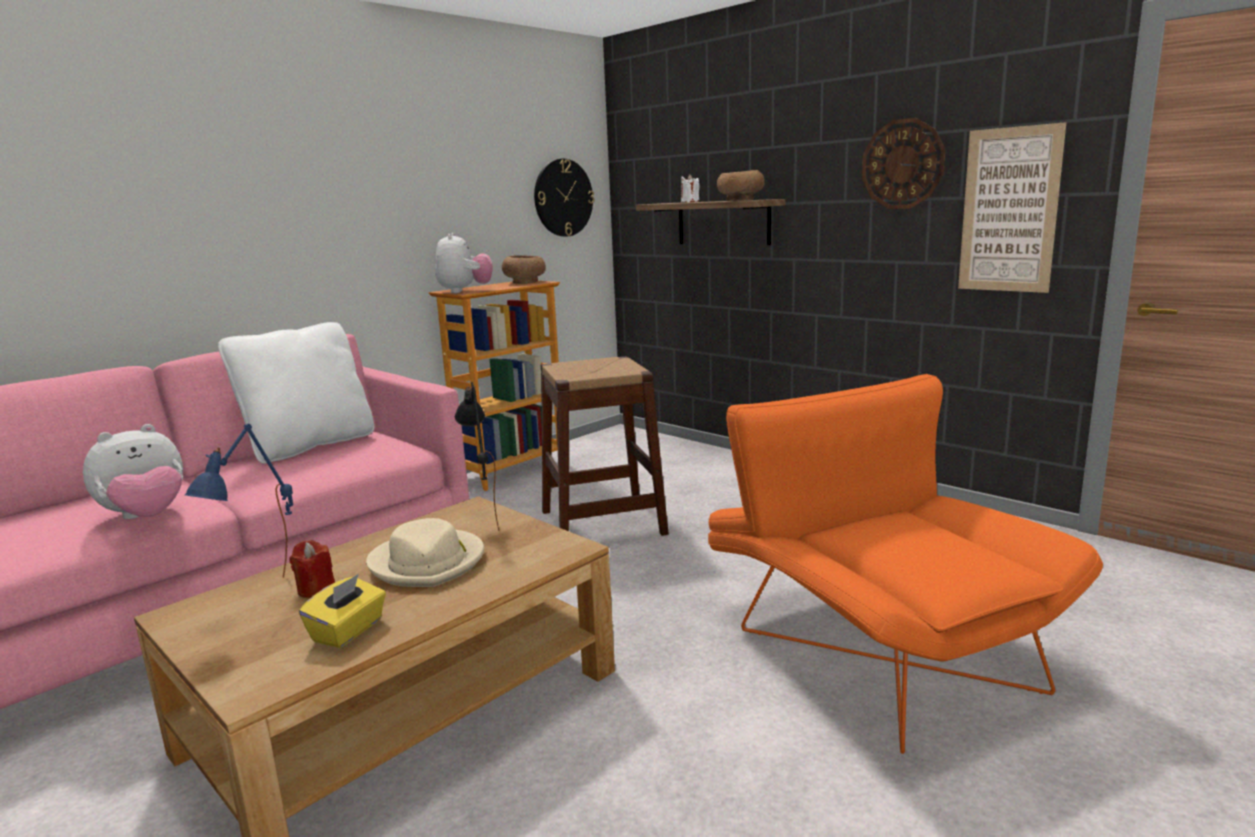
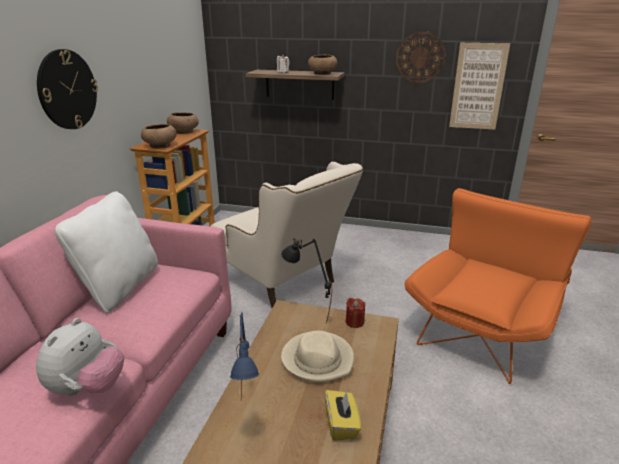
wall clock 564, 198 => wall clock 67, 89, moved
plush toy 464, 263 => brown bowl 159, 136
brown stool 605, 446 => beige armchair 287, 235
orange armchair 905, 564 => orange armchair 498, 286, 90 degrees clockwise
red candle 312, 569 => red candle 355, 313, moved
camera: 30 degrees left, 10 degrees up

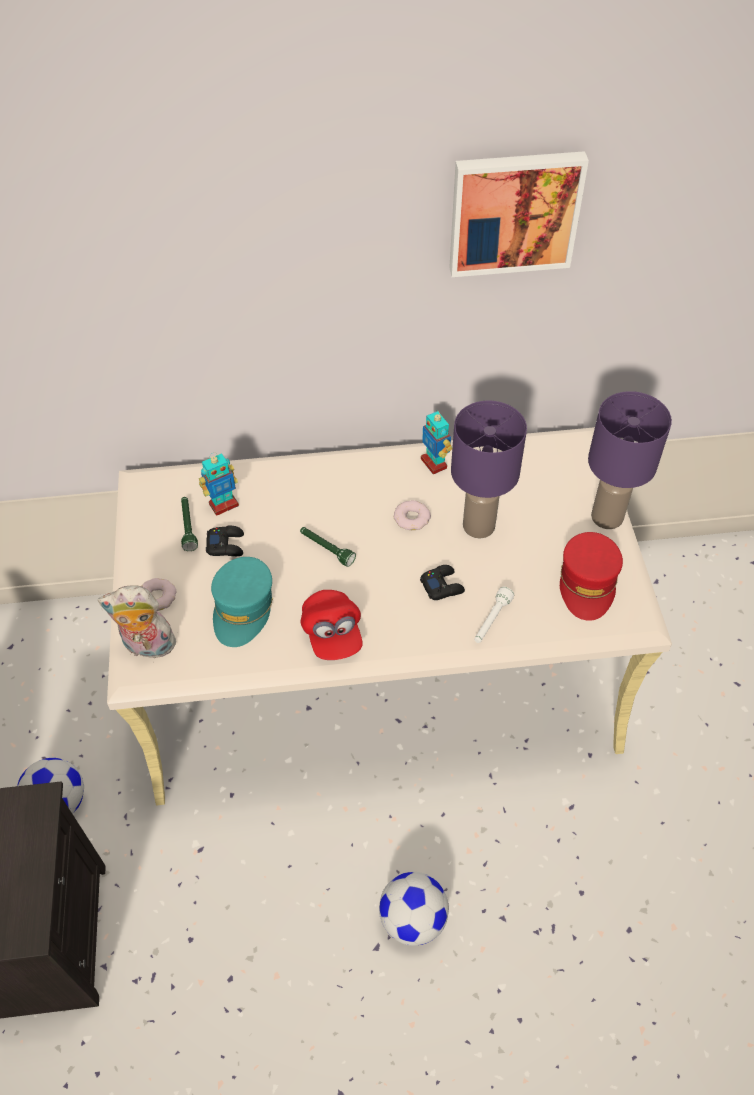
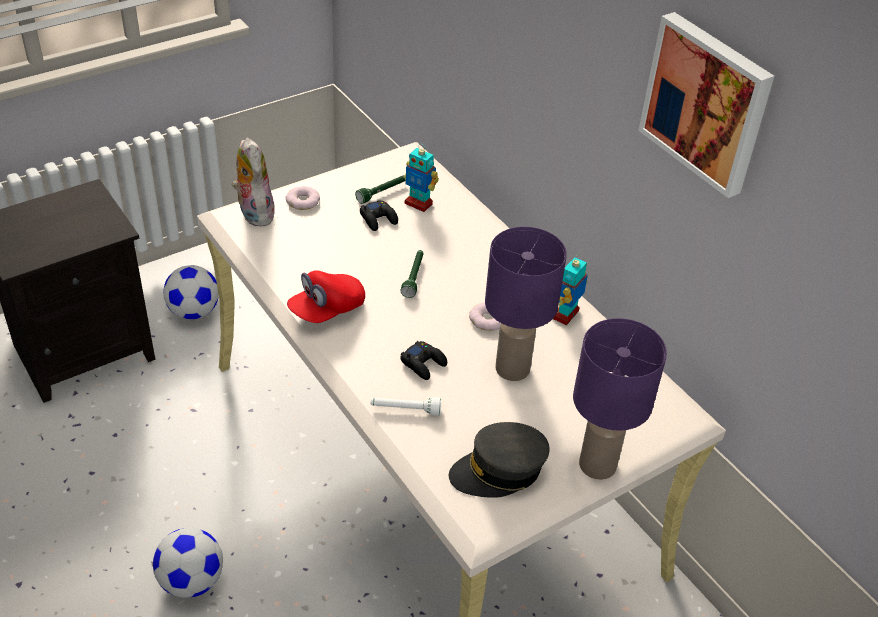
red cap 591, 576 => grey cap 499, 460
turquoise cap 242, 602 => nothing
camera: 60 degrees right, 10 degrees down

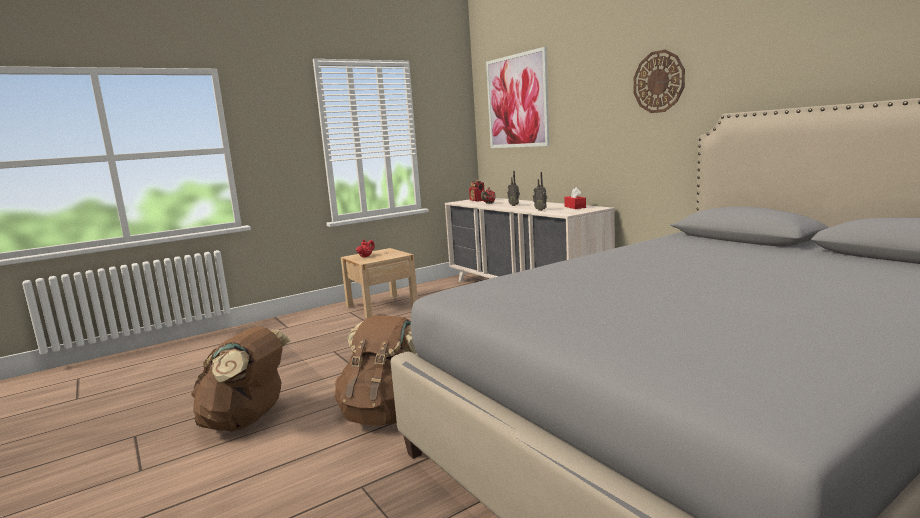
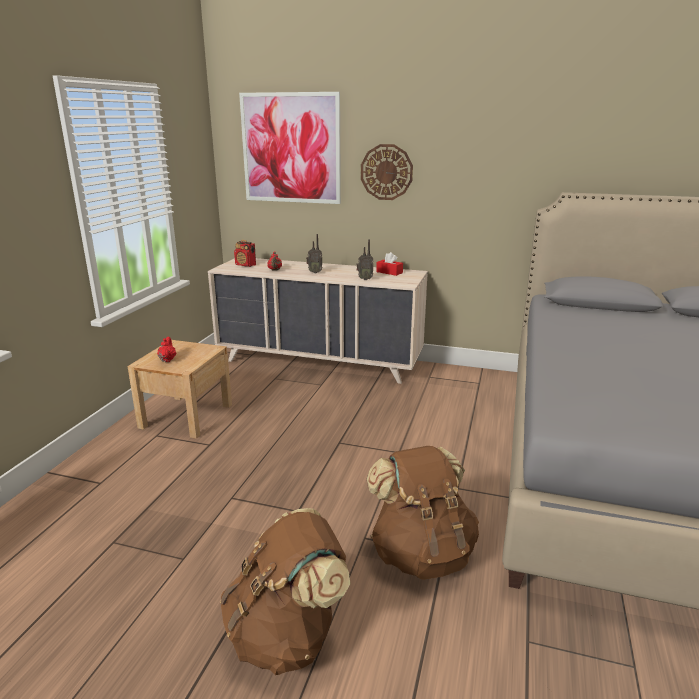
wall clock 659, 81 => wall clock 387, 172, moved
camera: 40 degrees left, 10 degrees up

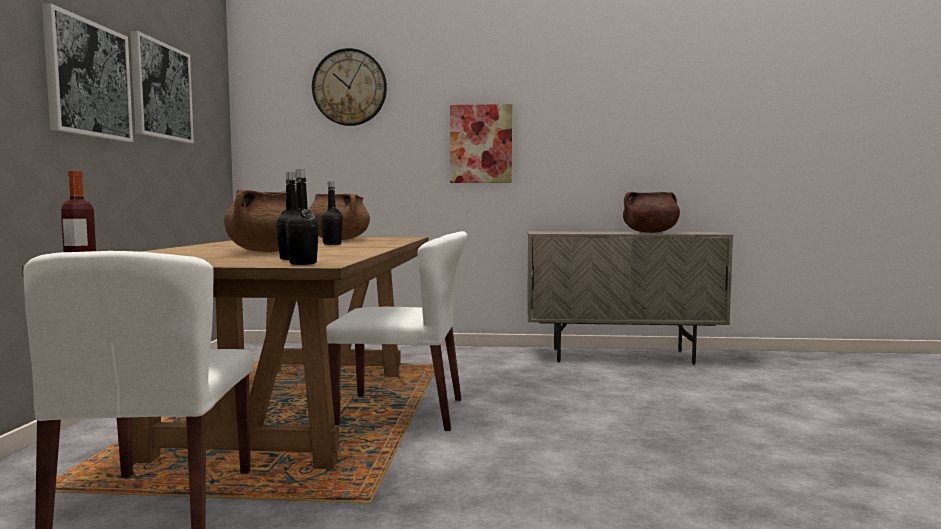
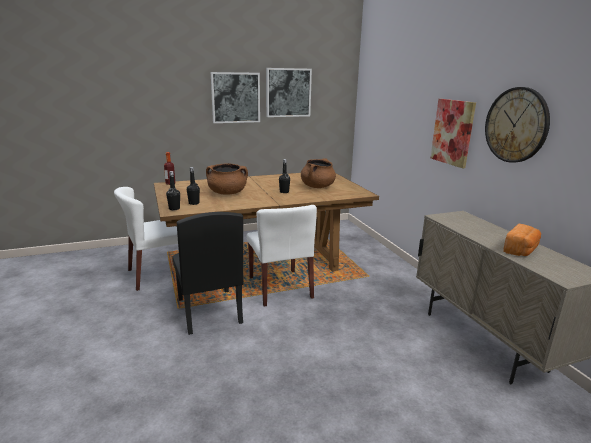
wall clock 349, 87 => wall clock 517, 125, moved
brown cooking pot 651, 212 => bread 522, 240
nothing => black chair 208, 273
camera: 65 degrees right, 15 degrees up

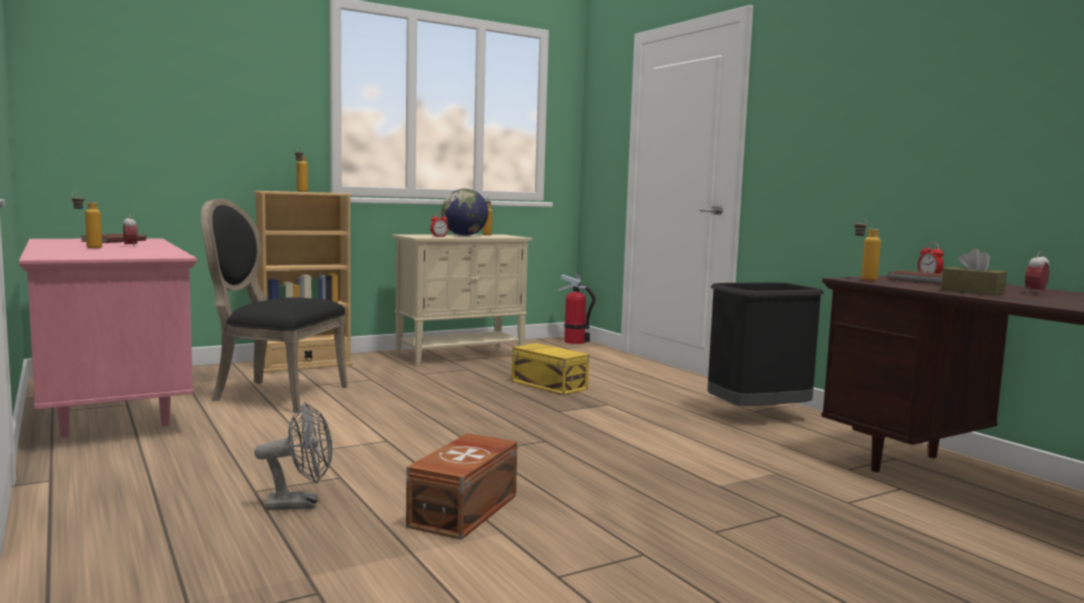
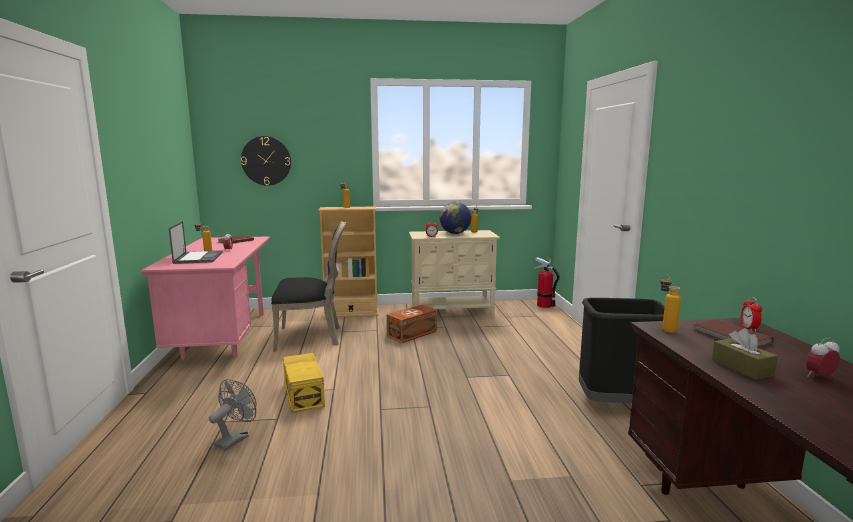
black chair 274, 305 => black chair 308, 286, 135 degrees clockwise
yellow storage box 550, 369 => yellow storage box 304, 383, moved
grey fan 293, 456 => grey fan 232, 415, 75 degrees counterclockwise
brown storage box 462, 486 => brown storage box 411, 324, moved
nothing => wall clock 266, 161
nothing => laptop 196, 242
camera: 25 degrees right, 5 degrees up

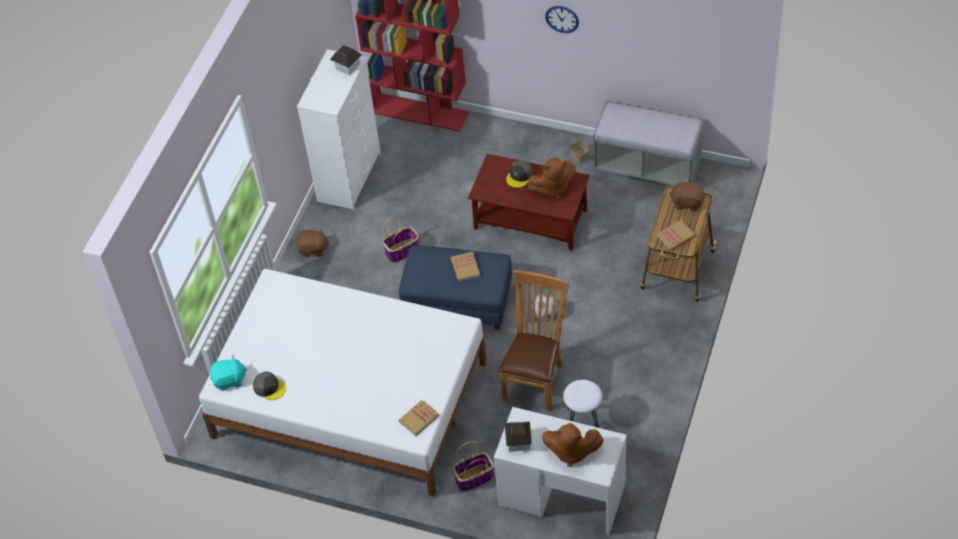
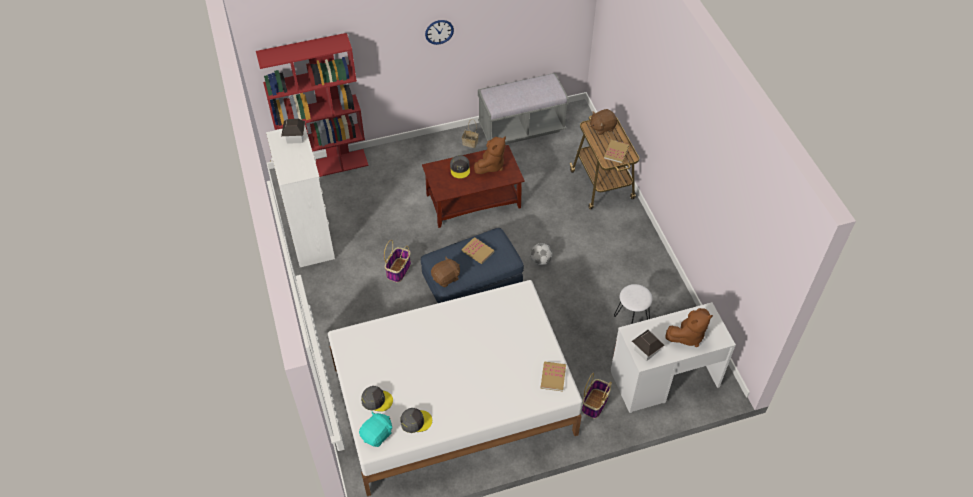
brown plush toy 313, 242 => brown plush toy 445, 272, moved
brown chair 534, 340 => nothing
nothing => grey cap 377, 399
camera: 40 degrees left, 0 degrees up

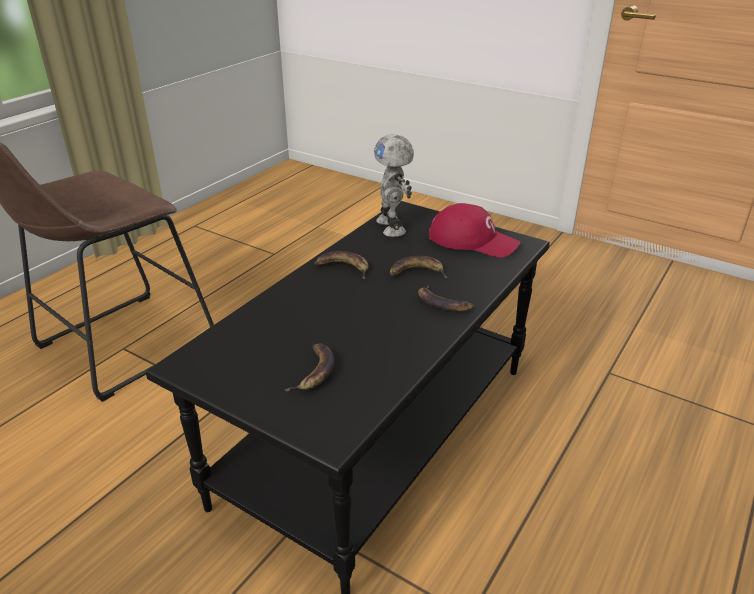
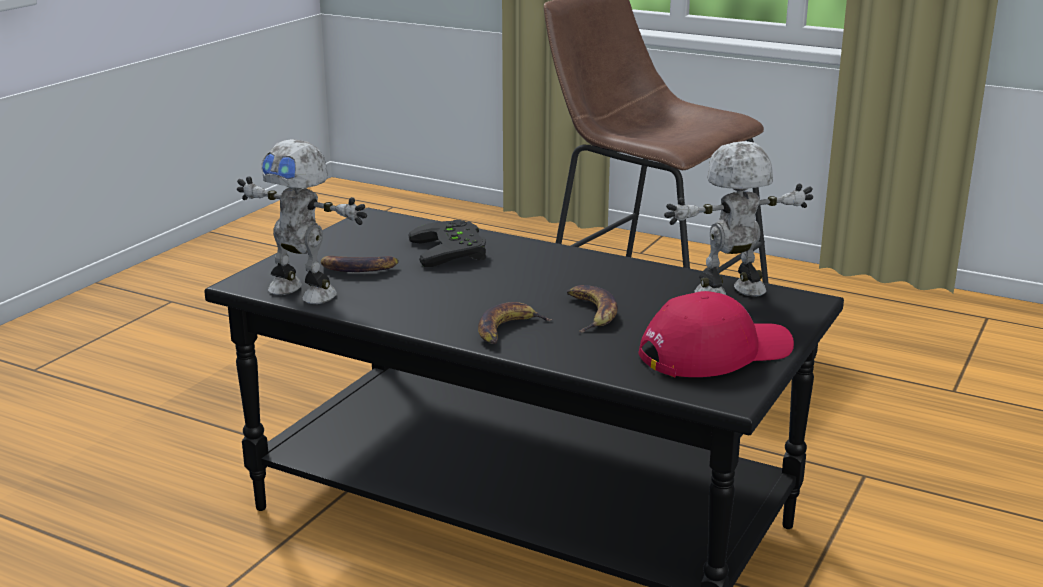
red cap 474, 230 => red cap 716, 334, 135 degrees counterclockwise
banana 341, 265 => nothing
nothing => toy robot 302, 221
nothing => black game controller 447, 243
camera: 85 degrees right, 10 degrees down

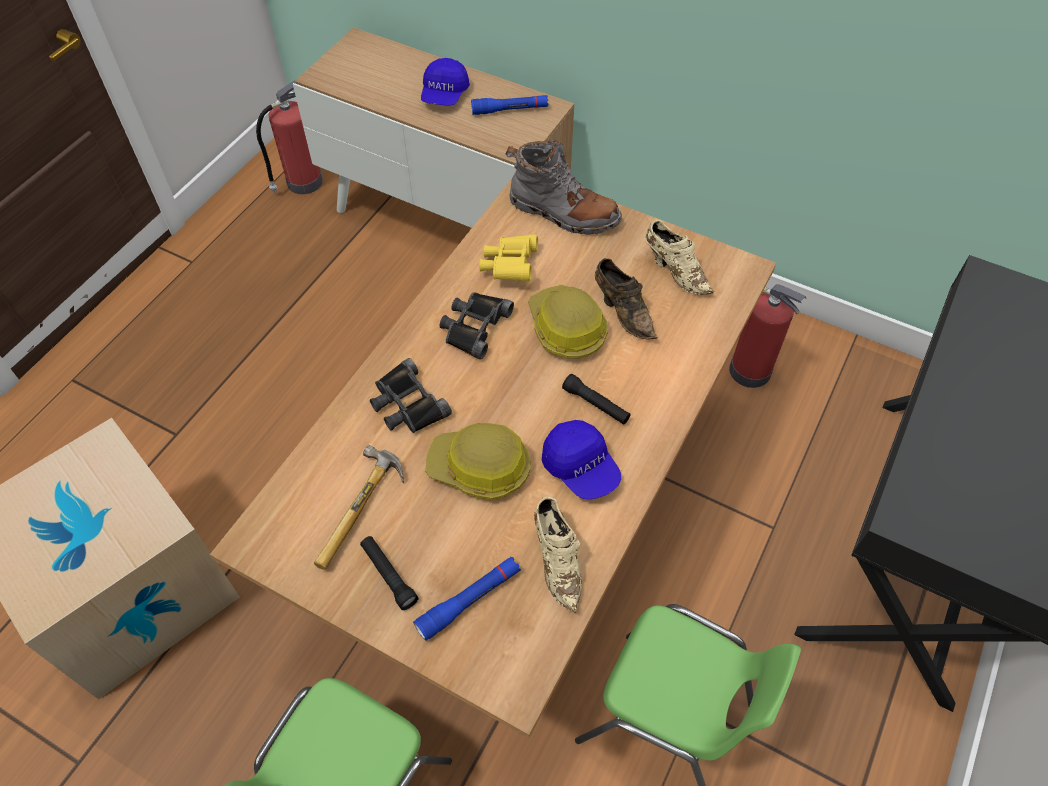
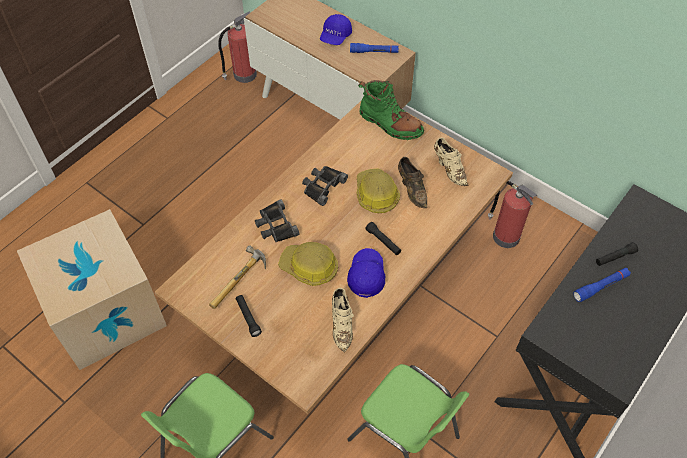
grey boot 563, 187 => green boot 391, 110
yellow binoculars 508, 257 => nothing
blue cap 581, 459 => blue cap 366, 273, 150 degrees counterclockwise
blue flashlight 467, 599 => blue flashlight 602, 285, moved
nothing => black flashlight 617, 254
camera: 10 degrees right, 0 degrees up

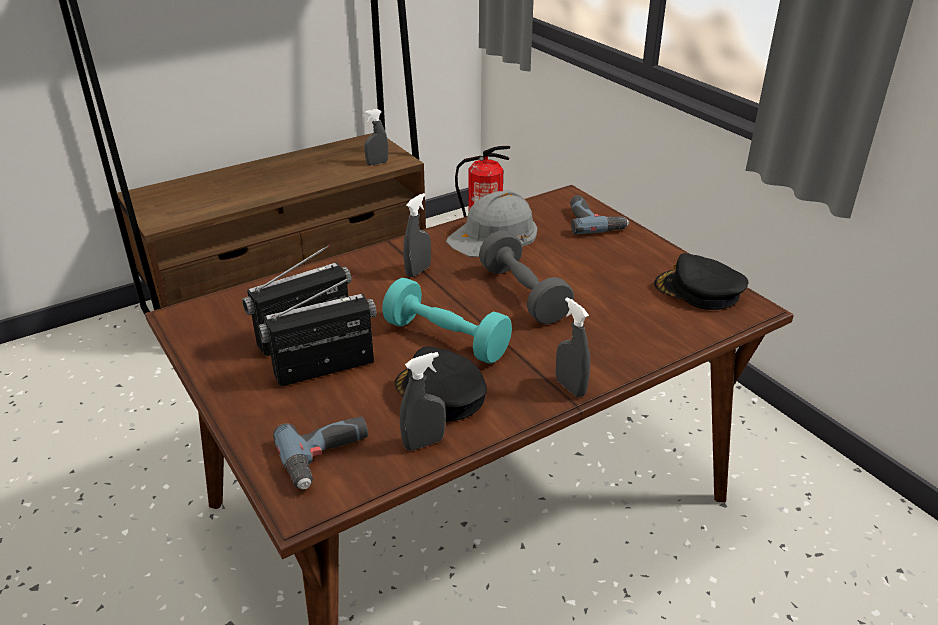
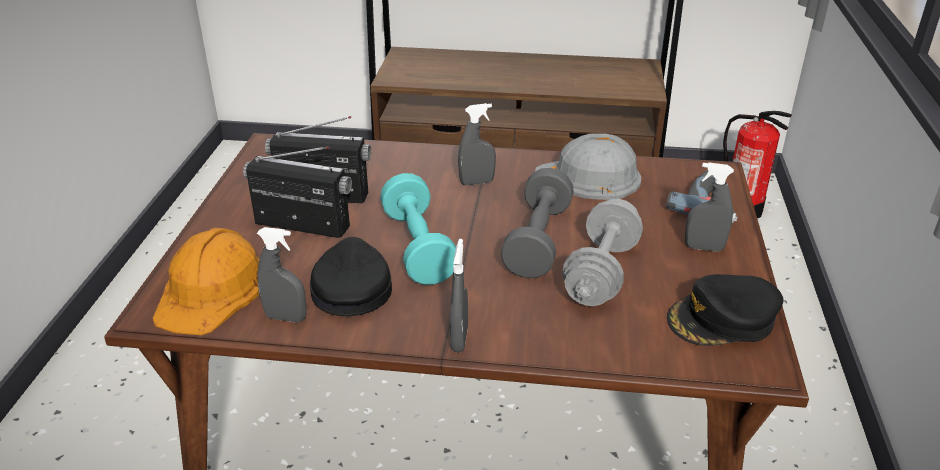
grey spray bottle 376, 137 => grey spray bottle 709, 207, moved
black cap 701, 281 => black cap 725, 310, 90 degrees counterclockwise
power drill 320, 453 => orange hard hat 206, 281
nothing => grey dumbbell 602, 252
camera: 40 degrees right, 0 degrees up

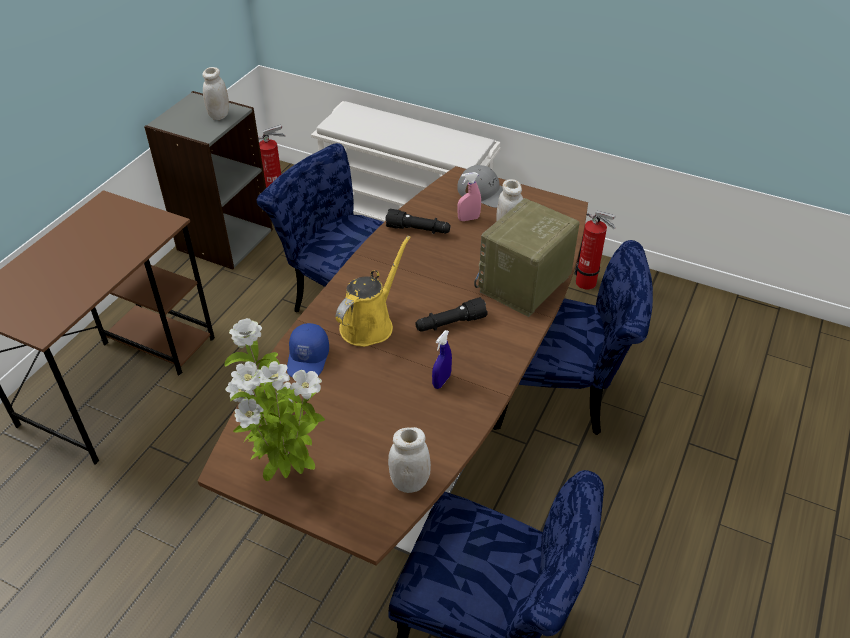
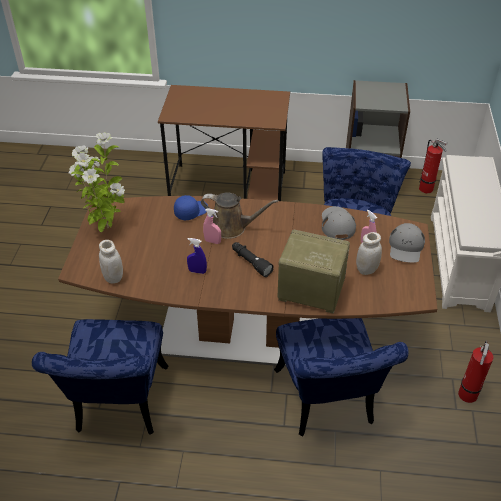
white jar 215, 93 => nothing
black flashlight 418, 221 => grey cap 339, 223
yellow watering can 373, 291 => brown watering can 240, 215
blue cap 308, 350 => blue cap 191, 207, 150 degrees clockwise
nothing => pink spray bottle 212, 226
camera: 70 degrees right, 0 degrees up

